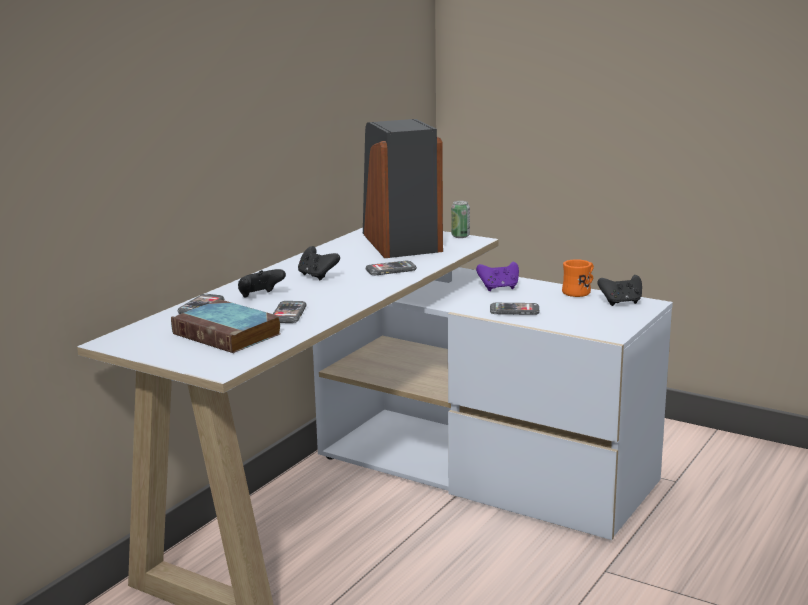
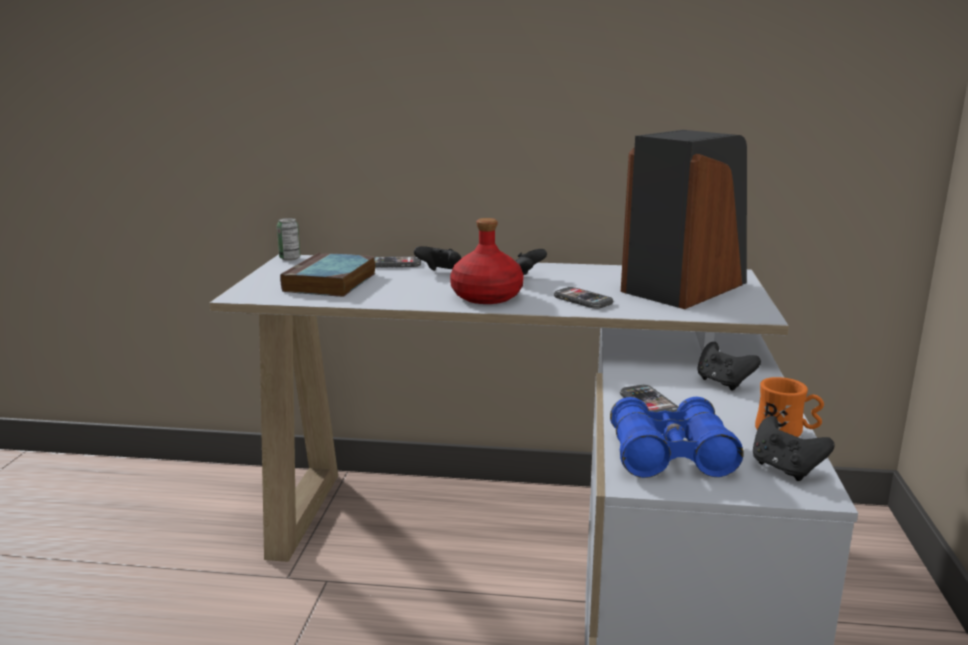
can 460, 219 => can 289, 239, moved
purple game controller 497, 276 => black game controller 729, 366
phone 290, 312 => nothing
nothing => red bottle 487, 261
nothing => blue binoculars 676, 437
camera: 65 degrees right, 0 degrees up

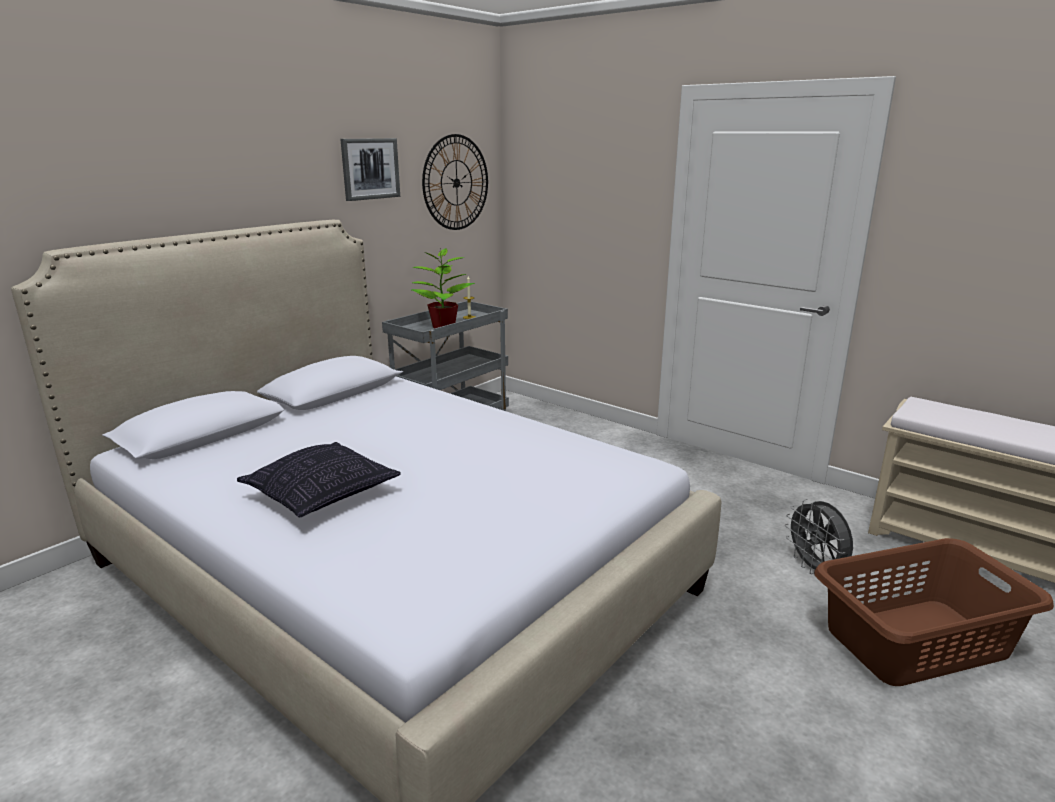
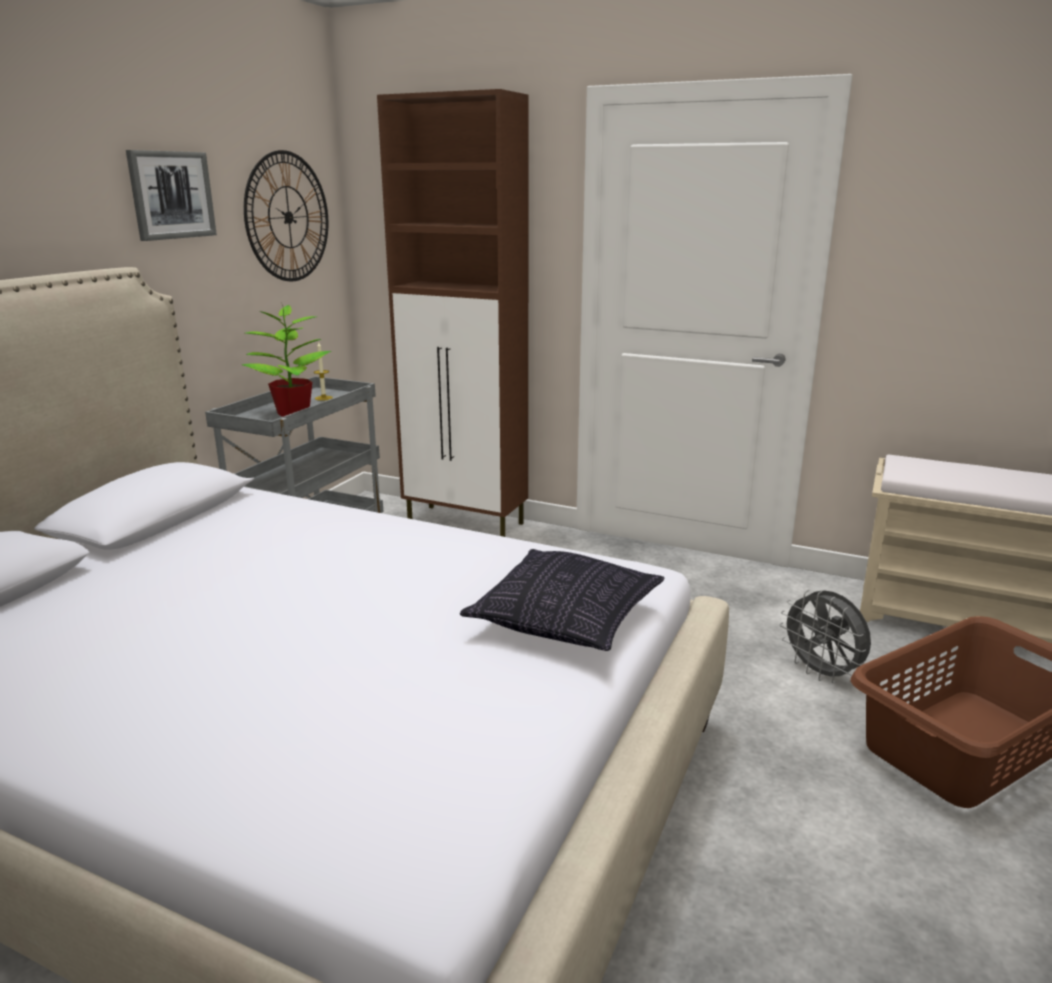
pillow 319, 479 => pillow 562, 600, moved
nothing => brown cabinet 453, 313
camera: 15 degrees left, 0 degrees up

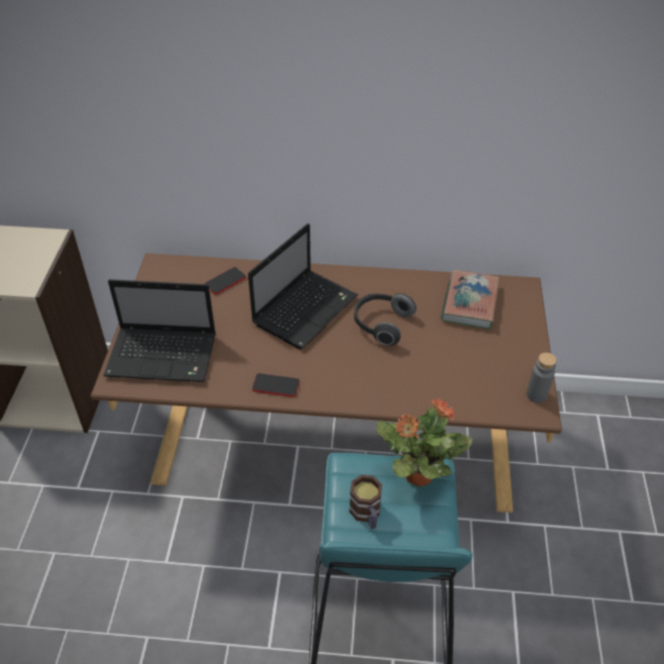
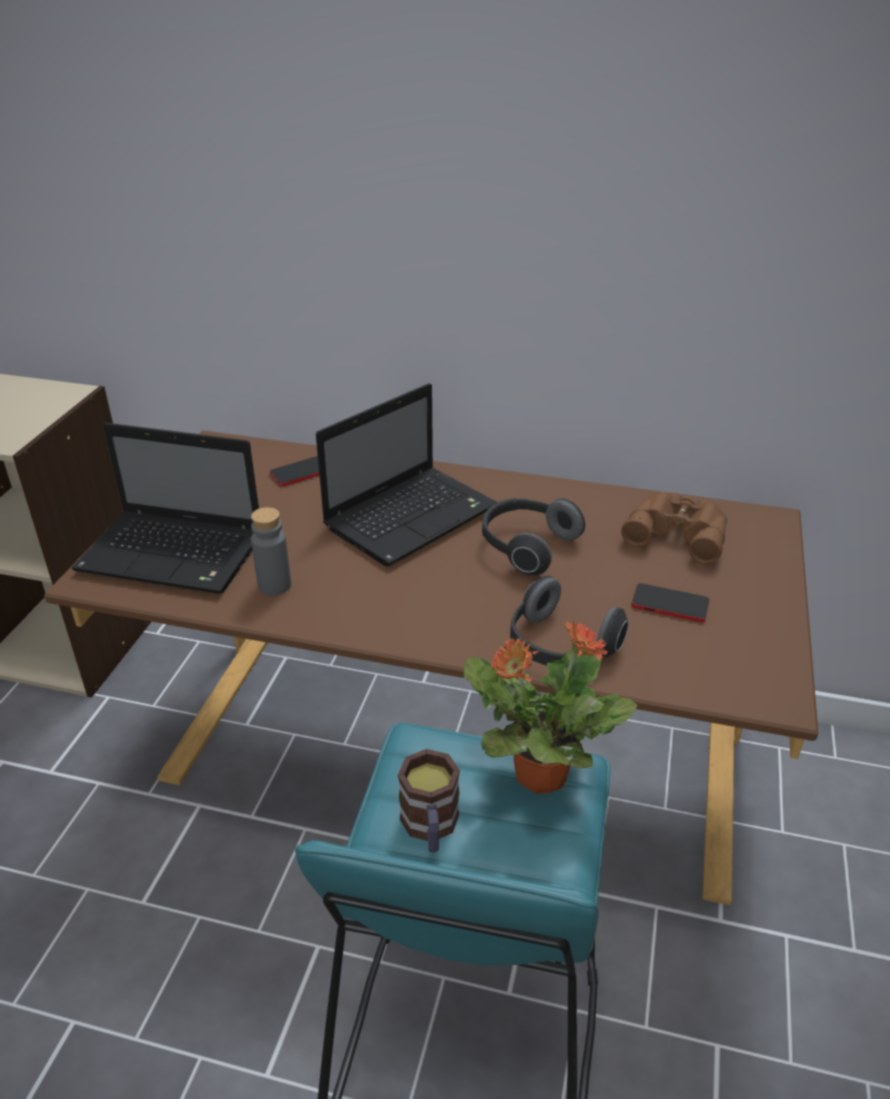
book 470, 299 => brown binoculars 674, 528
grey bottle 541, 377 => grey bottle 271, 551, moved
phone 276, 385 => phone 670, 602, moved
nothing => headphones 569, 621
camera: 10 degrees right, 10 degrees down

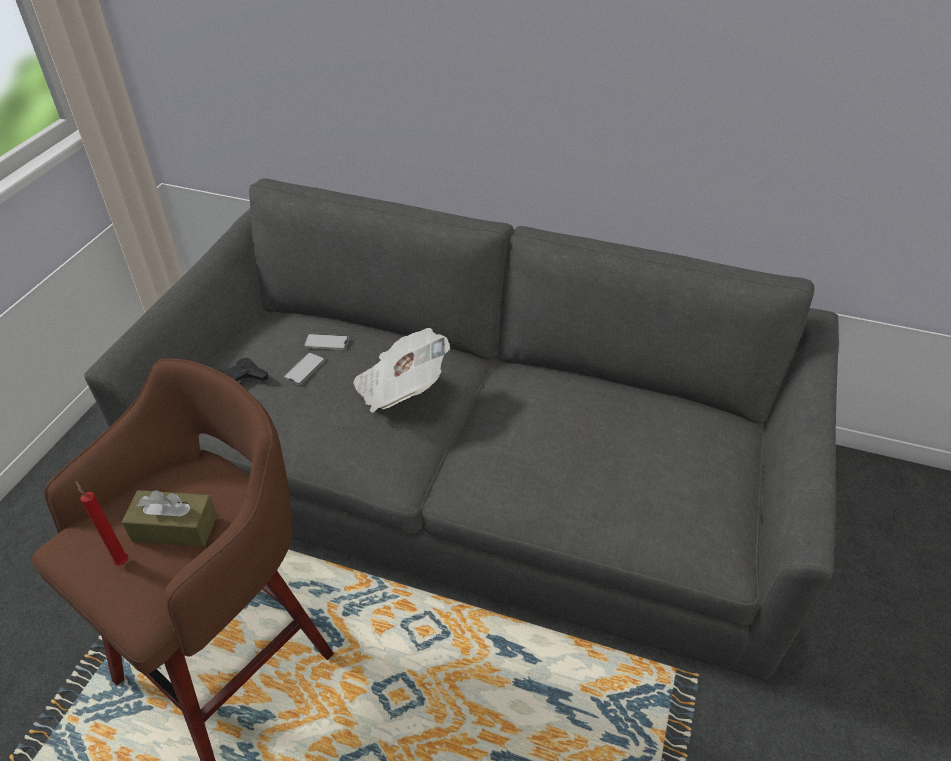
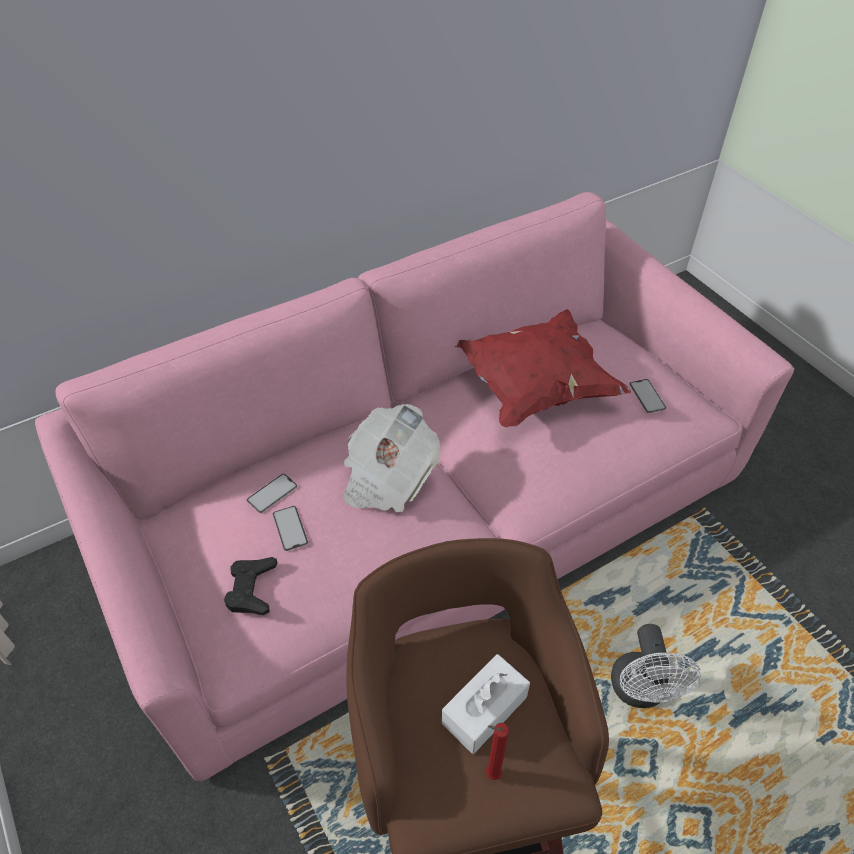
grey sofa 461, 429 => pink sofa 414, 486
brown tissue box 169, 518 => white tissue box 486, 704
nothing => red pillow 542, 368
nothing => phone 647, 396
nothing => white fan 656, 666
camera: 50 degrees left, 5 degrees up

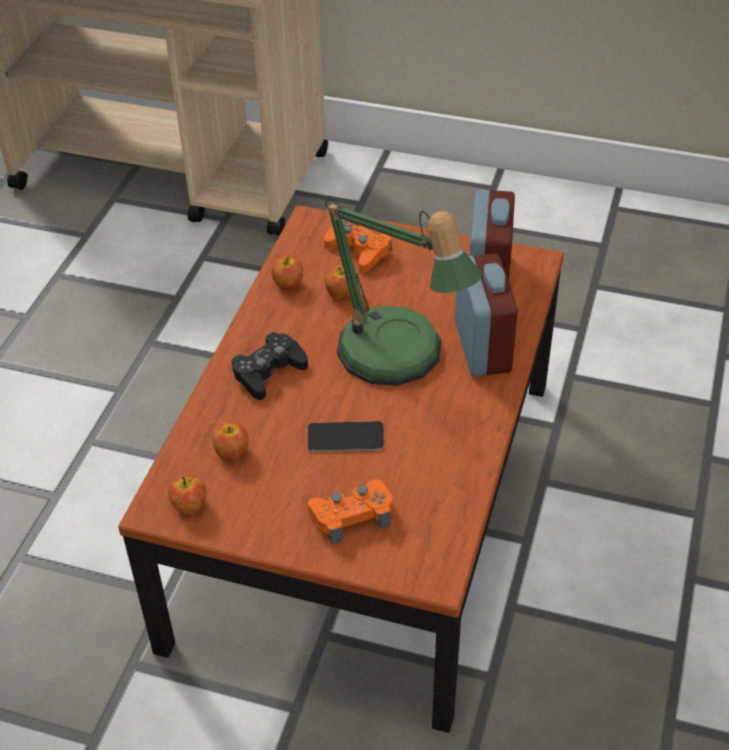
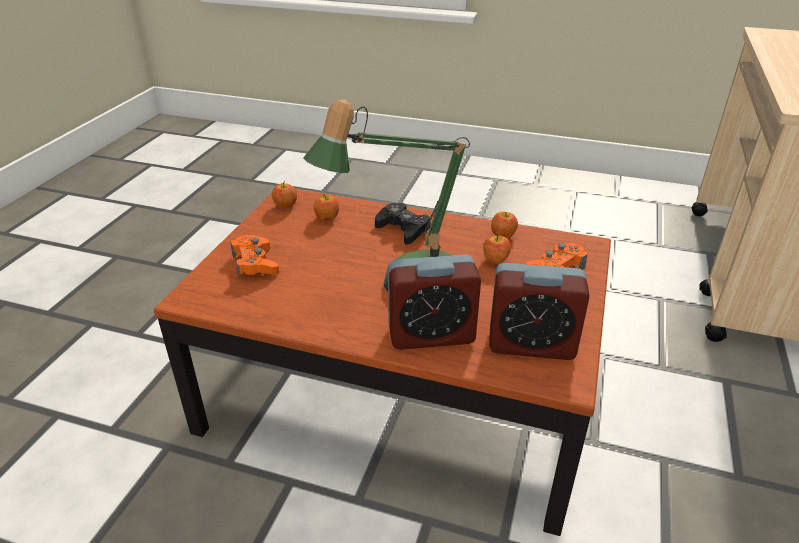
phone 345, 436 => nothing
camera: 90 degrees right, 10 degrees down

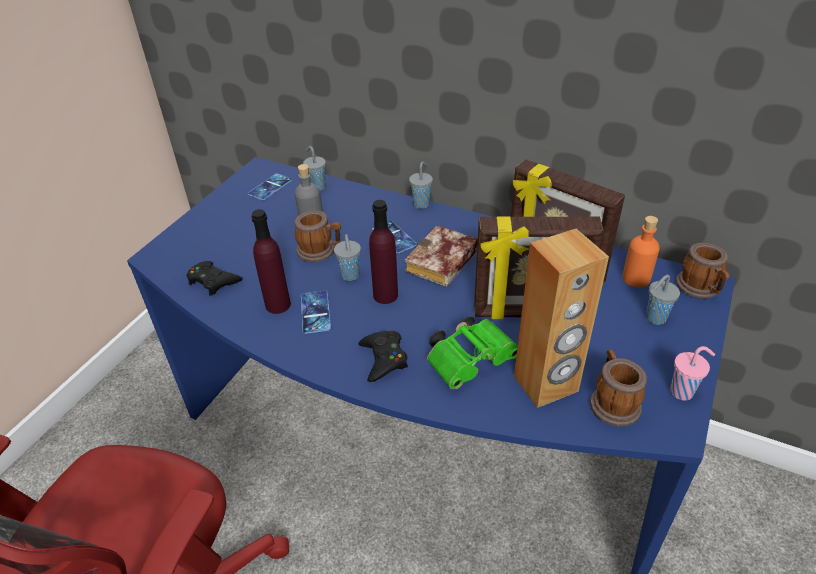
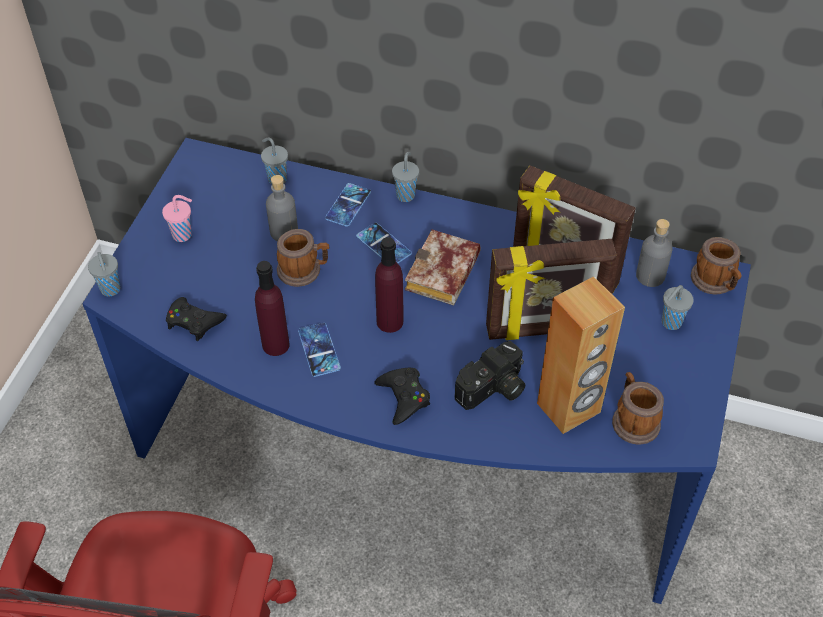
phone 270, 186 => phone 348, 205, moved
orange bottle 641, 252 => grey bottle 654, 253
grey cup 347, 257 => grey cup 104, 274, moved
green binoculars 472, 352 => photo camera 490, 375
pink cup 692, 373 => pink cup 177, 218, moved
camera: 10 degrees left, 10 degrees up

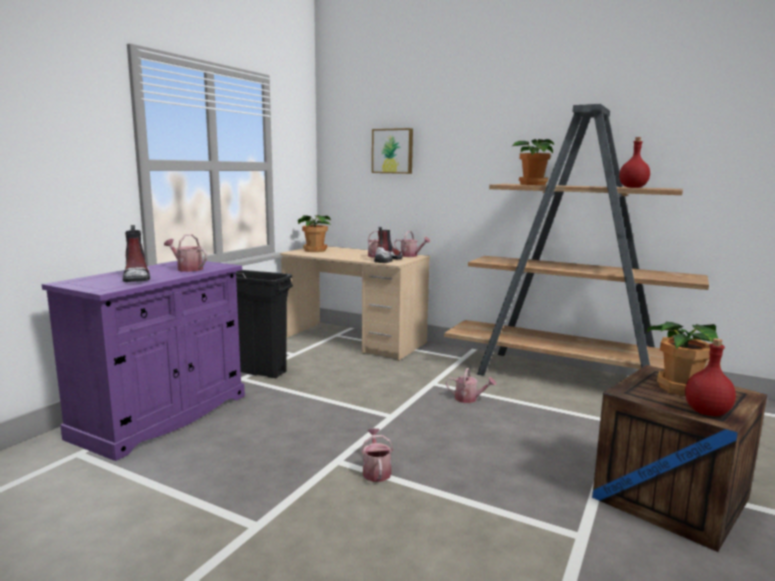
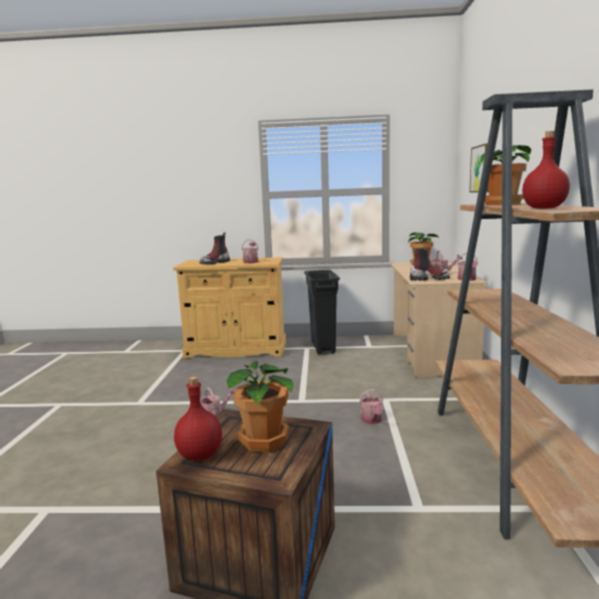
purple cabinet 143, 361 => beige cabinet 229, 307
camera: 65 degrees right, 0 degrees up

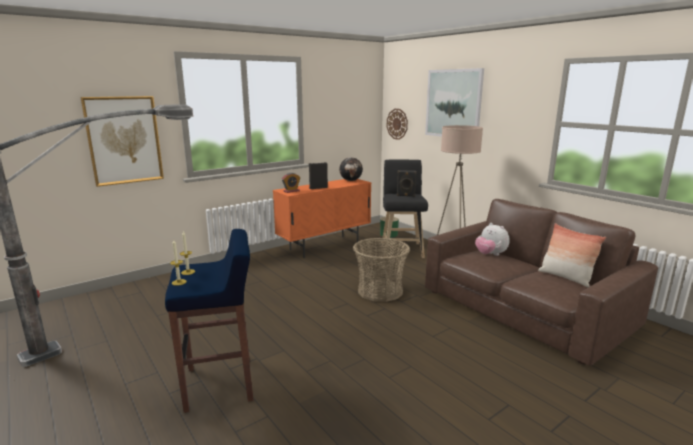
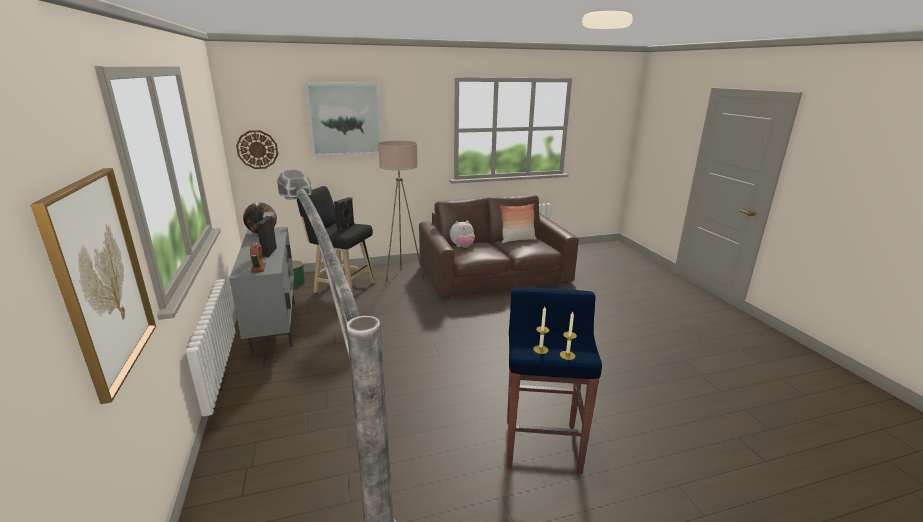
orange cabinet 322, 218 => grey cabinet 262, 290
basket 381, 270 => nothing
camera: 70 degrees left, 5 degrees up

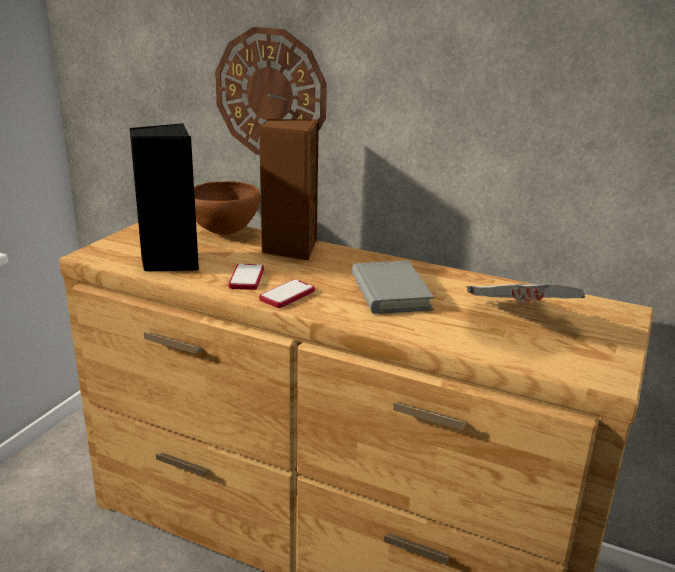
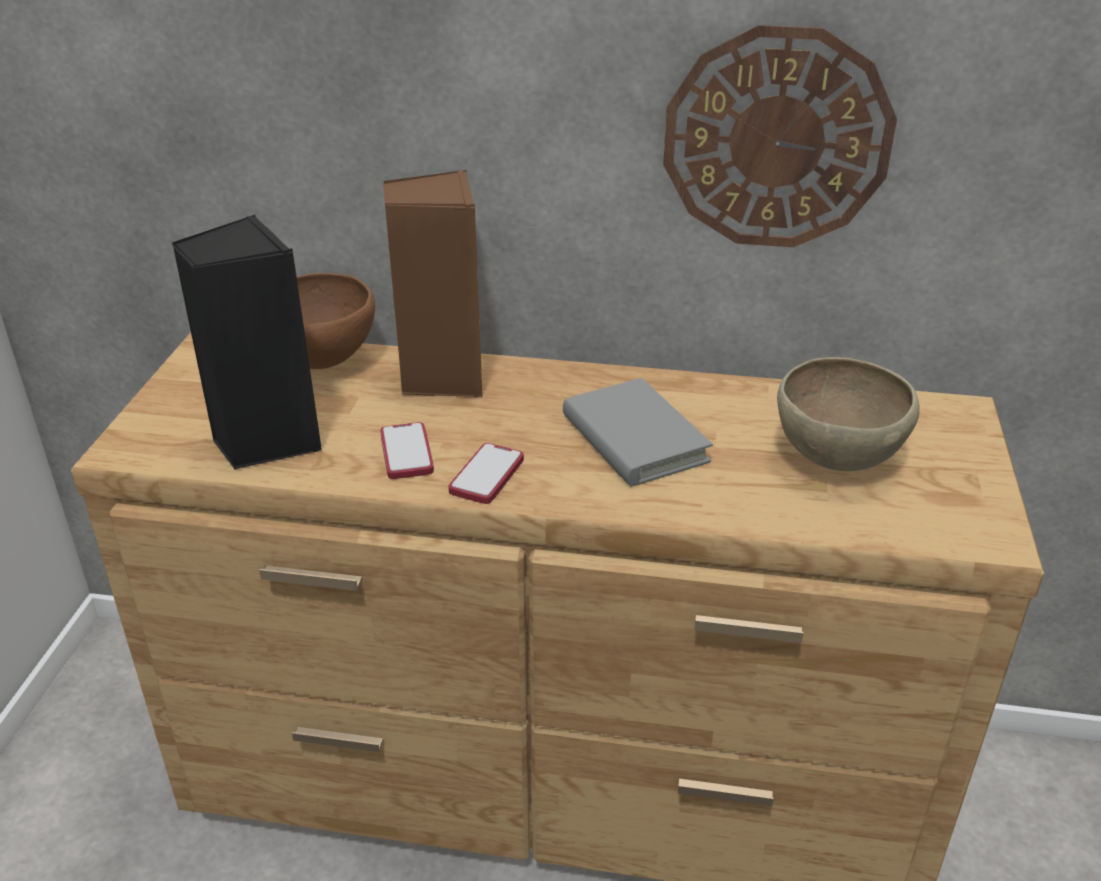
wall clock 271, 91 => wall clock 780, 136, moved
newspaper 526, 294 => brown bowl 848, 414
camera: 15 degrees left, 10 degrees up

